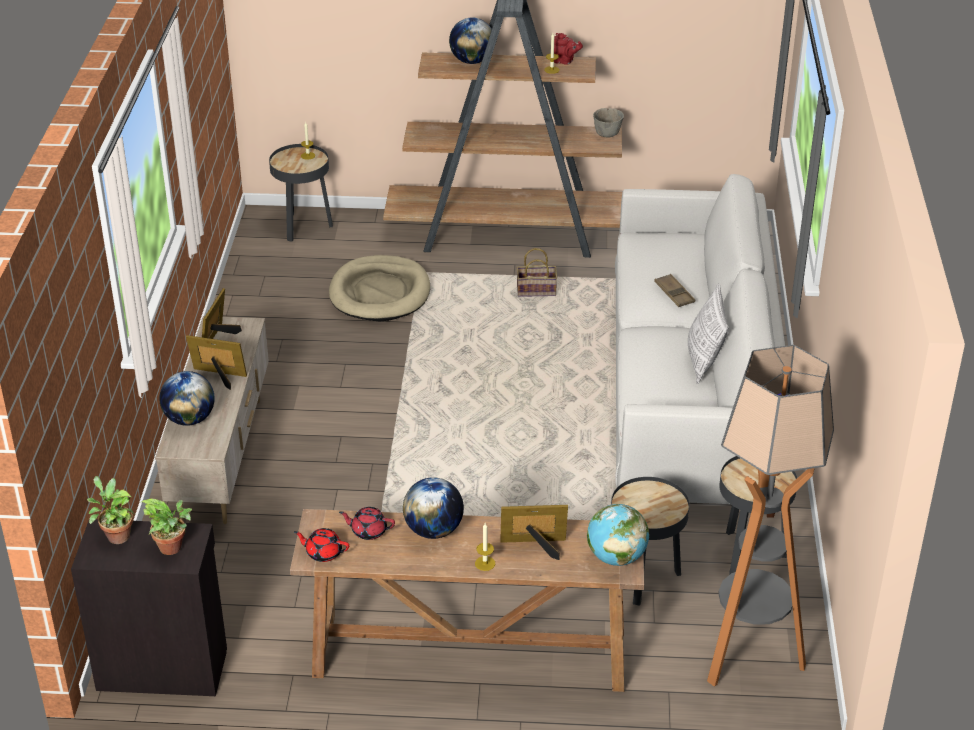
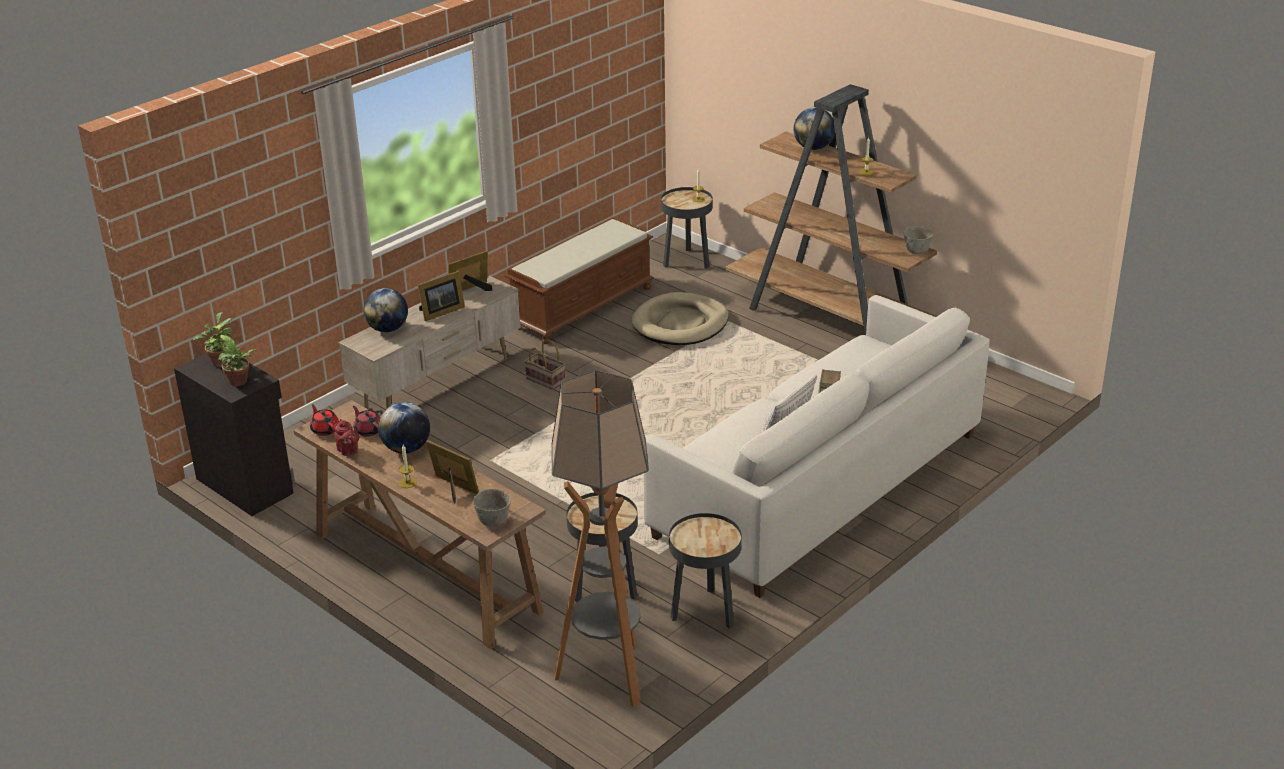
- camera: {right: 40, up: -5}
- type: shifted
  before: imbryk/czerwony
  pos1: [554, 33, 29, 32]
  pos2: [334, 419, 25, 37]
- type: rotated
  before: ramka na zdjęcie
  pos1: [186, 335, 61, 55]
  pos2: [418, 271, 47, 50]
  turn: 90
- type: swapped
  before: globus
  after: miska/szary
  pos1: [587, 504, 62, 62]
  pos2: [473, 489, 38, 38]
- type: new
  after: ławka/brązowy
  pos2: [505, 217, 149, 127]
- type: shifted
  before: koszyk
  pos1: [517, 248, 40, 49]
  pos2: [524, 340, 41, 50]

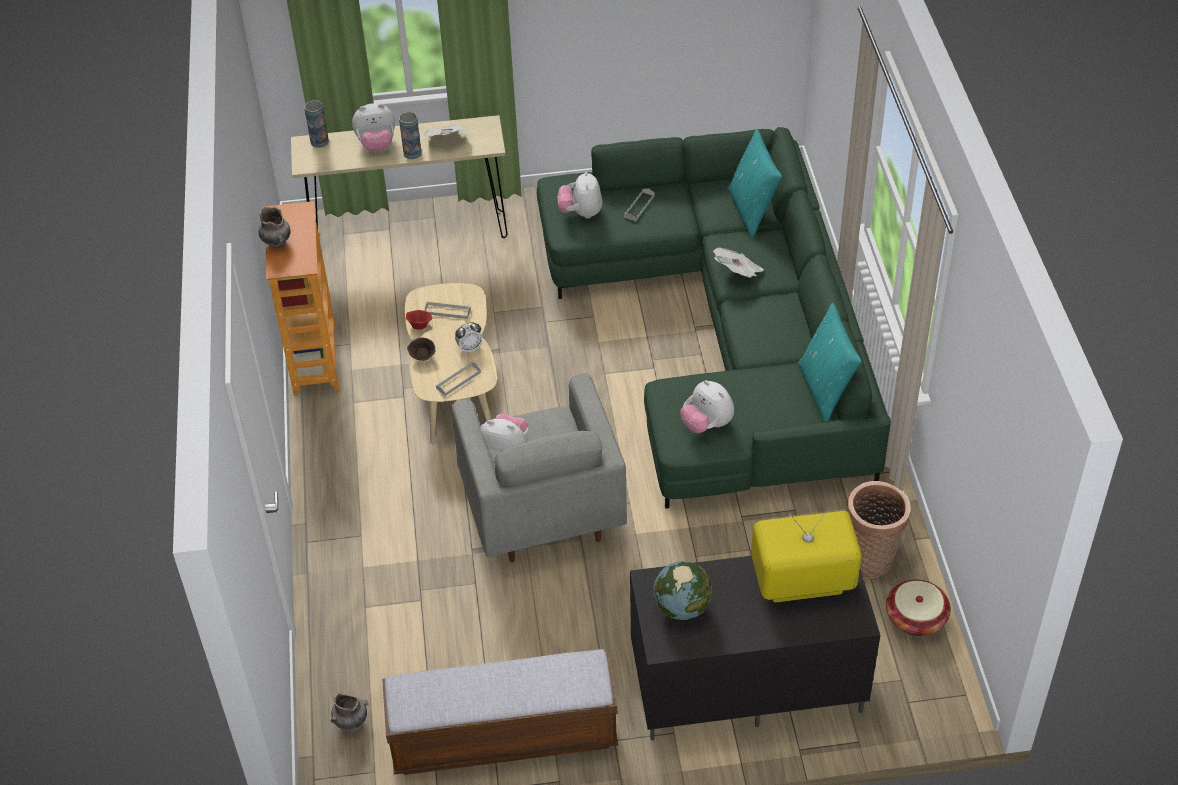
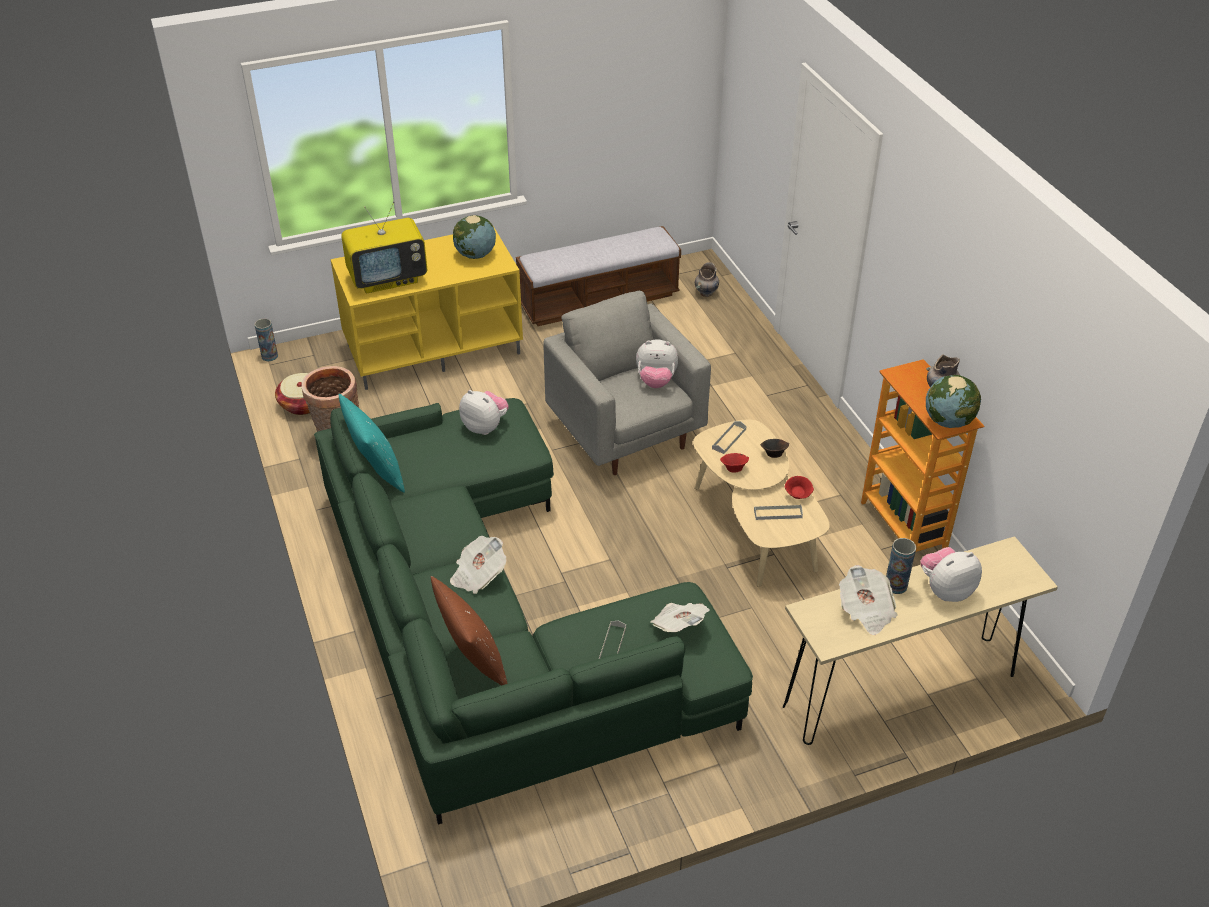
- camera: {right: 165, up: -5}
- type: shifted
  before: wazon
  pos1: [304, 100, 25, 48]
  pos2: [255, 319, 23, 42]
- type: repainted
  before: szafka pod telewizor/czarny
  after: szafka pod telewizor/żółty
  pos1: [630, 556, 250, 184]
  pos2: [331, 228, 192, 162]
- type: repainted
  before: poduszka/turkusowy
  after: poduszka/brązowy
  pos1: [728, 129, 54, 109]
  pos2: [431, 576, 77, 110]
- type: swapped
  before: pluszak
  after: gazeta
  pos1: [558, 171, 44, 48]
  pos2: [650, 603, 60, 29]
- type: swapped
  before: budzik
  after: miska/czerwony
  pos1: [455, 322, 28, 31]
  pos2: [720, 453, 29, 20]
- type: new
  after: globus
  pos2: [926, 375, 55, 53]

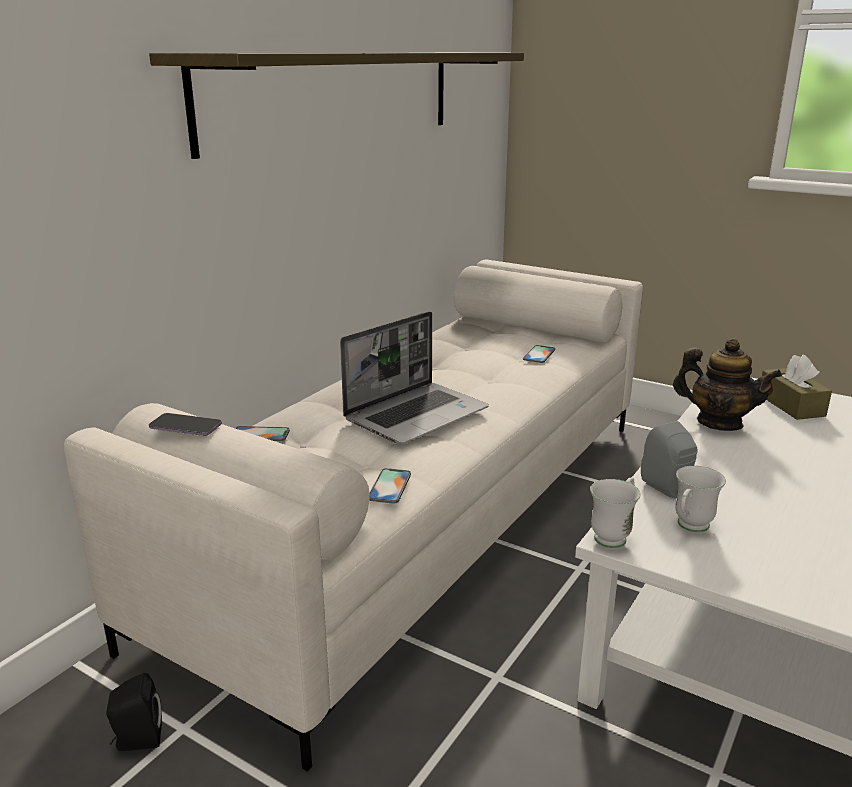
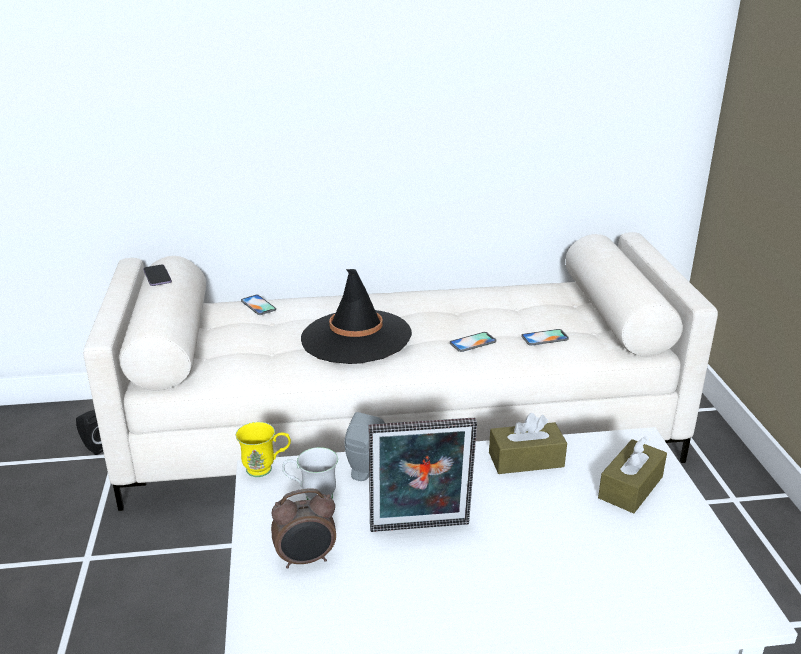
- camera: {right: 50, up: 5}
- type: repainted
  before: kubek/biały
  after: kubek/żółty
  pos1: [590, 477, 51, 71]
  pos2: [236, 422, 55, 55]
- type: new
  after: budzik
  pos2: [271, 488, 65, 81]
- type: swapped
  before: laptop
  after: kapelusz/czarny
  pos1: [340, 311, 149, 133]
  pos2: [301, 269, 111, 95]
- type: new
  after: ramka na zdjęcie
  pos2: [368, 418, 109, 114]
- type: shifted
  before: telefon
  pos1: [369, 468, 42, 36]
  pos2: [450, 332, 46, 20]
- type: swapped
  before: imbryk
  after: pudełko chusteczek/brązowy
  pos1: [673, 338, 109, 93]
  pos2: [489, 413, 78, 61]
- type: gone
  before: półka
  pos1: [149, 53, 375, 106]

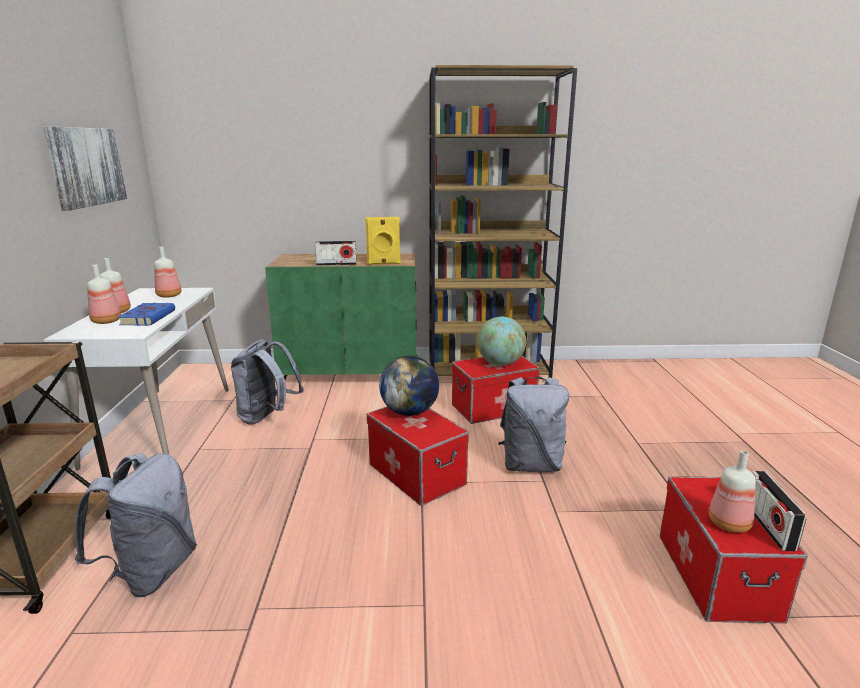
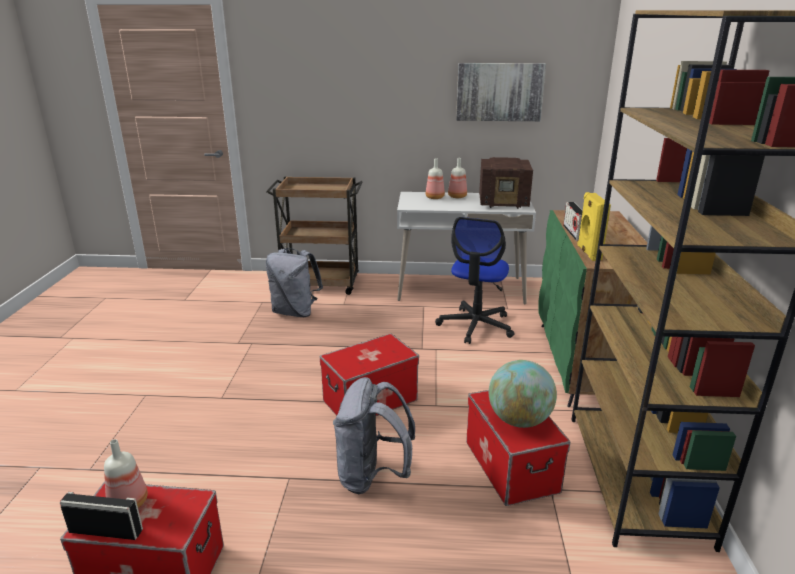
- camera: {right: 95, up: 5}
- type: swapped
  before: plecak/szary
  after: krzesło biurowe
  pos1: [231, 339, 73, 86]
  pos2: [435, 217, 80, 127]
- type: swapped
  before: butelka
  after: radio
  pos1: [154, 247, 28, 51]
  pos2: [479, 157, 54, 52]
- type: gone
  before: książka/niebieski
  pos1: [117, 303, 58, 23]
- type: gone
  before: globus
  pos1: [379, 356, 60, 60]

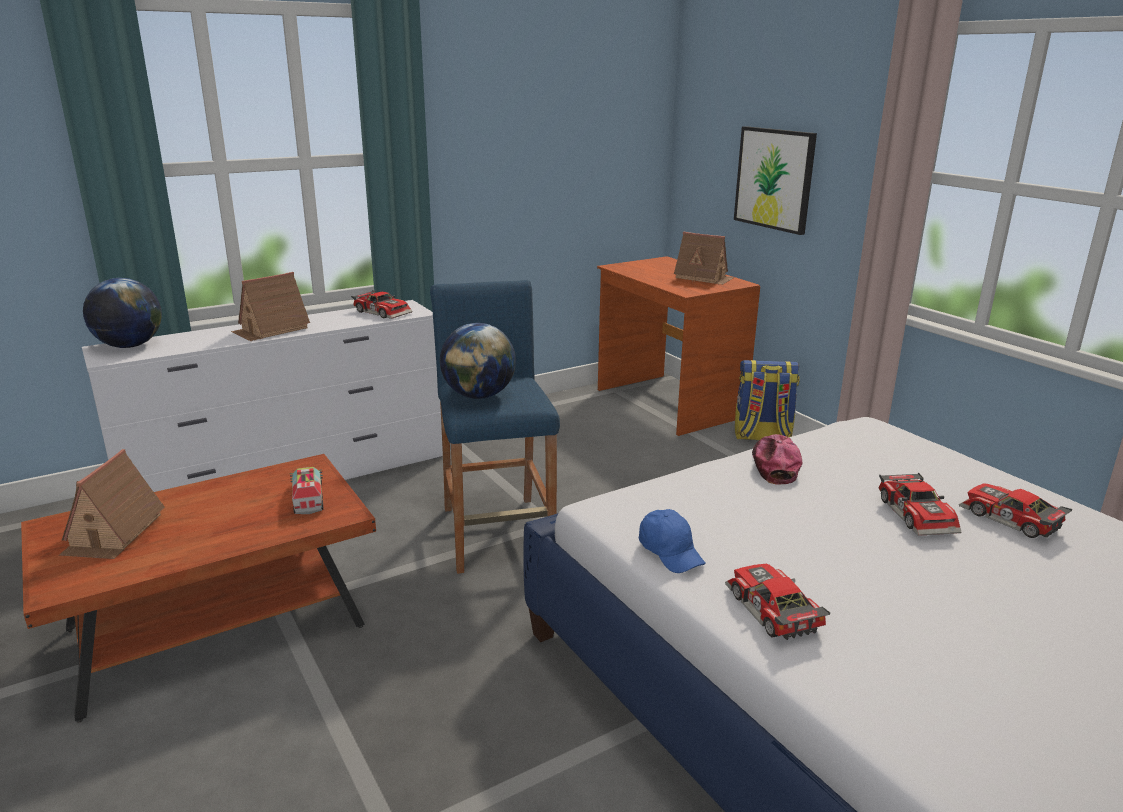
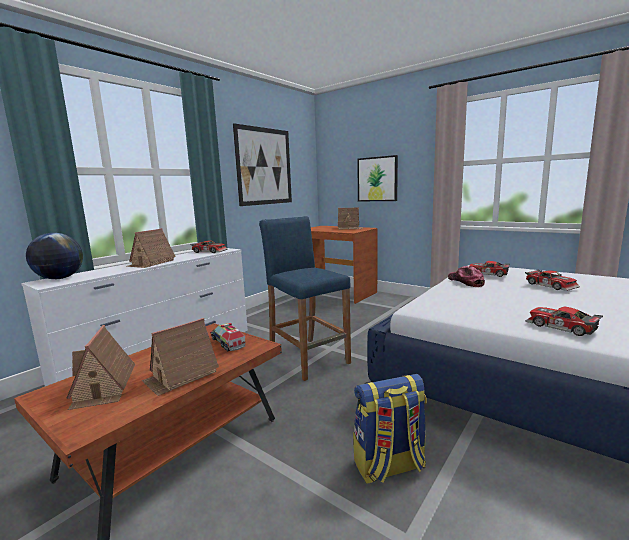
- camera: {right: -20, up: -10}
- type: new
  after: domek
  pos2: [142, 318, 77, 78]
- type: new
  after: obraz
  pos2: [233, 123, 59, 83]
- type: shifted
  before: plecak
  pos1: [735, 360, 64, 80]
  pos2: [353, 374, 74, 110]
- type: shifted
  before: samochodzik
  pos1: [959, 483, 113, 55]
  pos2: [469, 261, 41, 16]
- type: gone
  before: globus
  pos1: [440, 323, 76, 76]
- type: gone
  before: czapka z daszkiem/niebieski
  pos1: [639, 509, 67, 64]

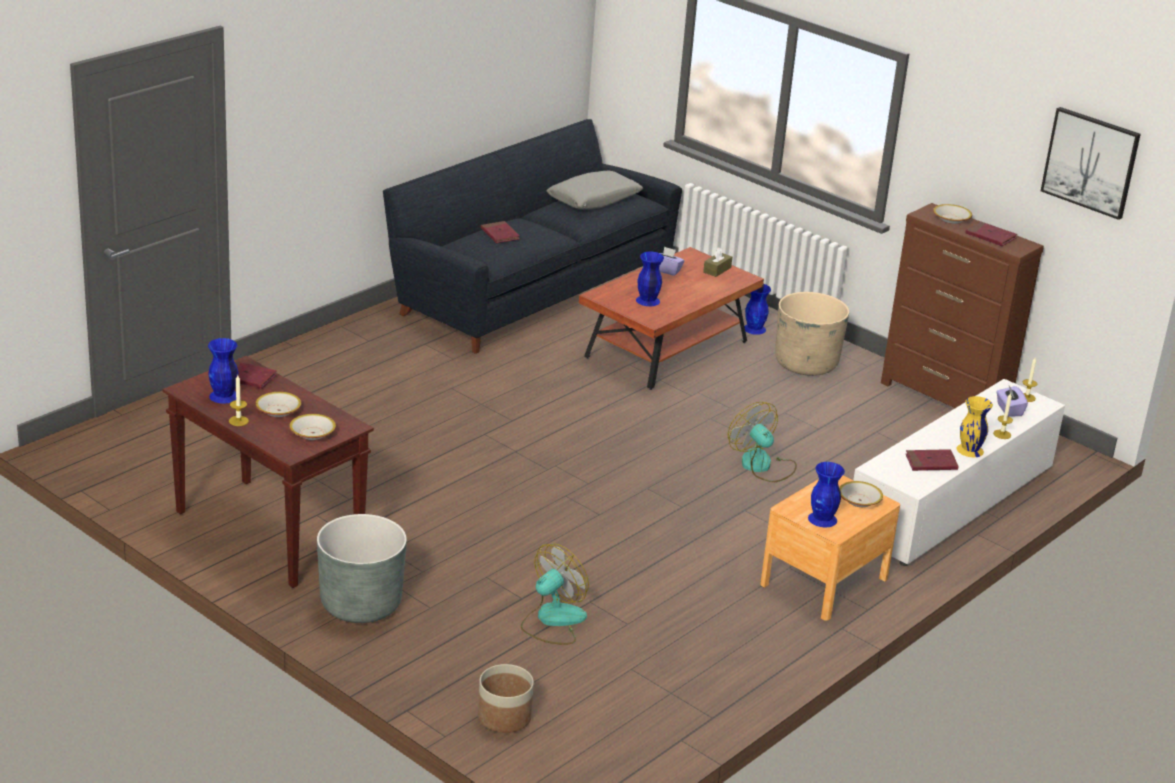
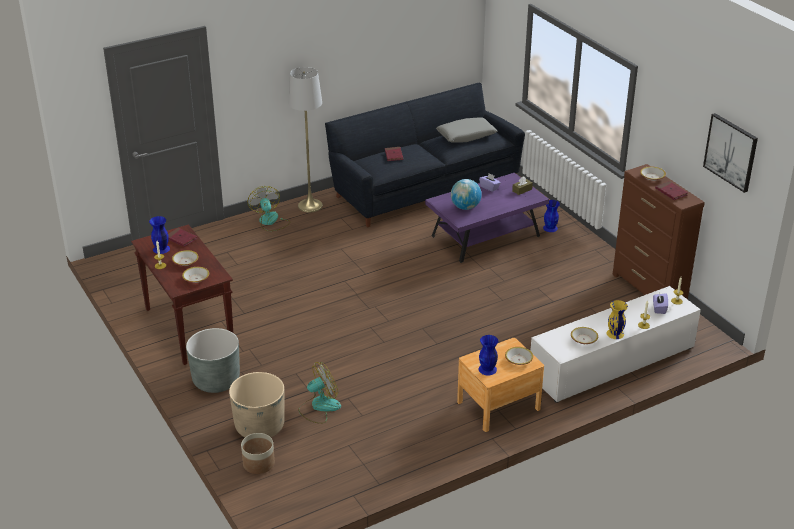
- camera: {right: 20, up: 5}
- type: shifted
  before: donica/beżowy
  pos1: [775, 292, 74, 84]
  pos2: [229, 372, 56, 65]
- type: shifted
  before: wentylator
  pos1: [728, 402, 69, 80]
  pos2: [248, 186, 42, 45]
- type: new
  after: lampa stojąca/szary
  pos2: [288, 67, 35, 145]
- type: repainted
  before: ława/brązowy
  after: ława/fioletowy
  pos1: [579, 247, 185, 143]
  pos2: [425, 173, 124, 90]
- type: swapped
  before: wazon/niebieski
  after: globus
  pos1: [636, 252, 28, 54]
  pos2: [451, 179, 31, 31]
- type: swapped
  before: książka/czerwony
  after: miska
  pos1: [906, 449, 53, 22]
  pos2: [571, 327, 27, 17]

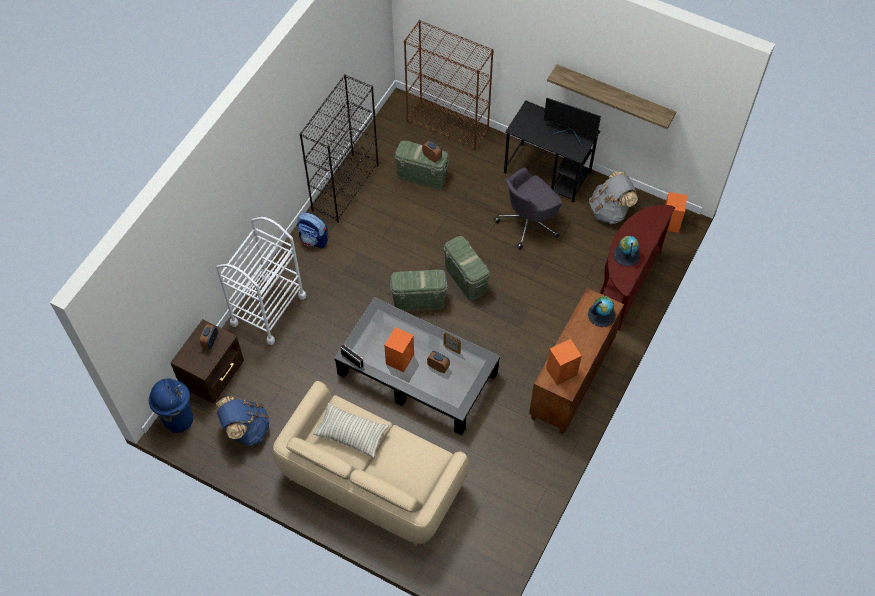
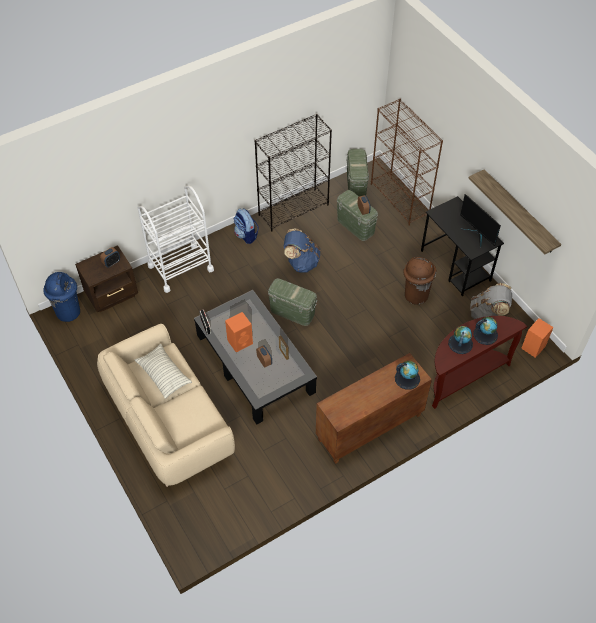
- camera: {right: 30, up: -5}
- type: shifted
  before: plecak/niebieski
  pos1: [216, 396, 54, 50]
  pos2: [284, 228, 37, 45]
- type: shifted
  before: pojemnik do przechowywania/zielony
  pos1: [444, 236, 46, 65]
  pos2: [347, 149, 22, 48]
- type: swapped
  before: krzesło biurowe/szary
  after: kosz na śmieci/brązowy
  pos1: [494, 167, 68, 82]
  pos2: [403, 257, 34, 48]
- type: new
  after: globus
  pos2: [473, 317, 25, 28]
- type: gone
  before: głośnik/pomarańczowy
  pos1: [546, 339, 36, 46]

